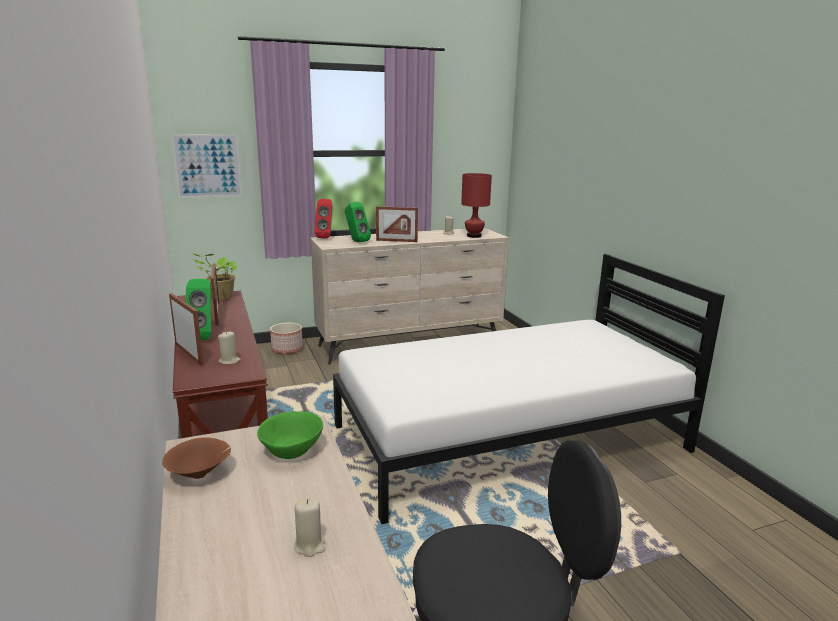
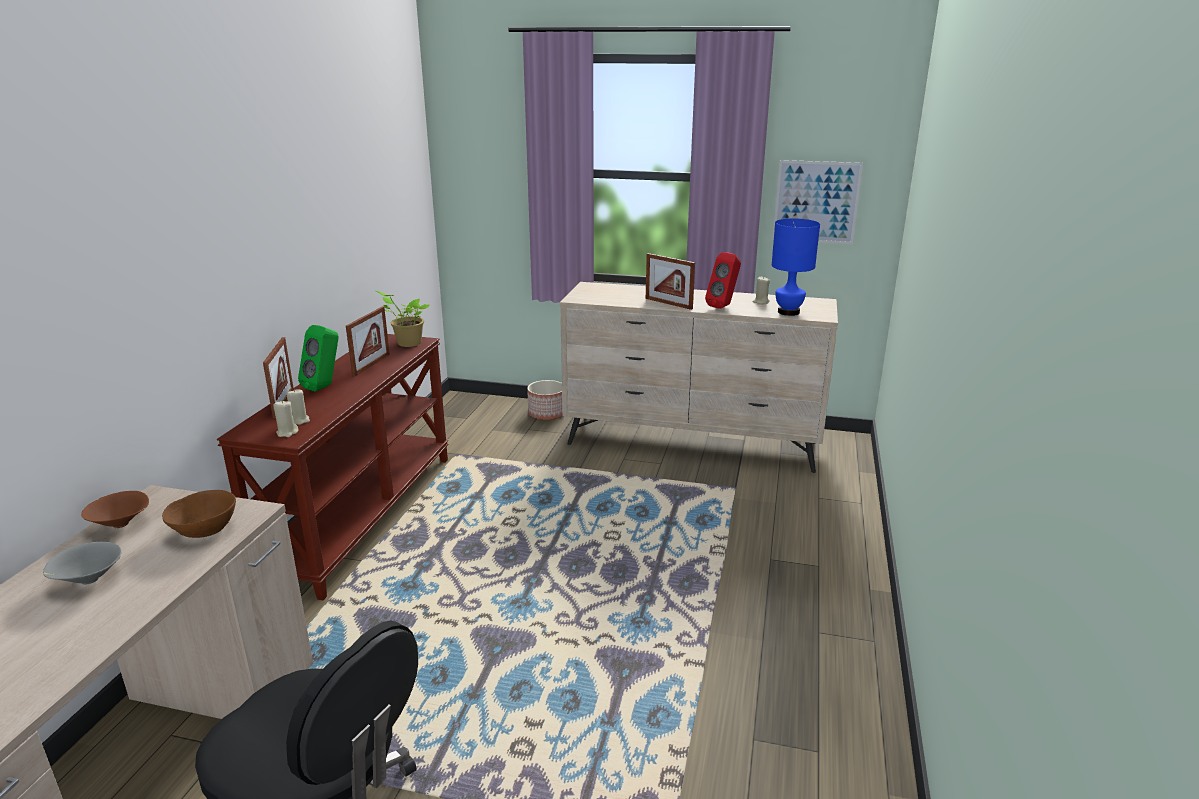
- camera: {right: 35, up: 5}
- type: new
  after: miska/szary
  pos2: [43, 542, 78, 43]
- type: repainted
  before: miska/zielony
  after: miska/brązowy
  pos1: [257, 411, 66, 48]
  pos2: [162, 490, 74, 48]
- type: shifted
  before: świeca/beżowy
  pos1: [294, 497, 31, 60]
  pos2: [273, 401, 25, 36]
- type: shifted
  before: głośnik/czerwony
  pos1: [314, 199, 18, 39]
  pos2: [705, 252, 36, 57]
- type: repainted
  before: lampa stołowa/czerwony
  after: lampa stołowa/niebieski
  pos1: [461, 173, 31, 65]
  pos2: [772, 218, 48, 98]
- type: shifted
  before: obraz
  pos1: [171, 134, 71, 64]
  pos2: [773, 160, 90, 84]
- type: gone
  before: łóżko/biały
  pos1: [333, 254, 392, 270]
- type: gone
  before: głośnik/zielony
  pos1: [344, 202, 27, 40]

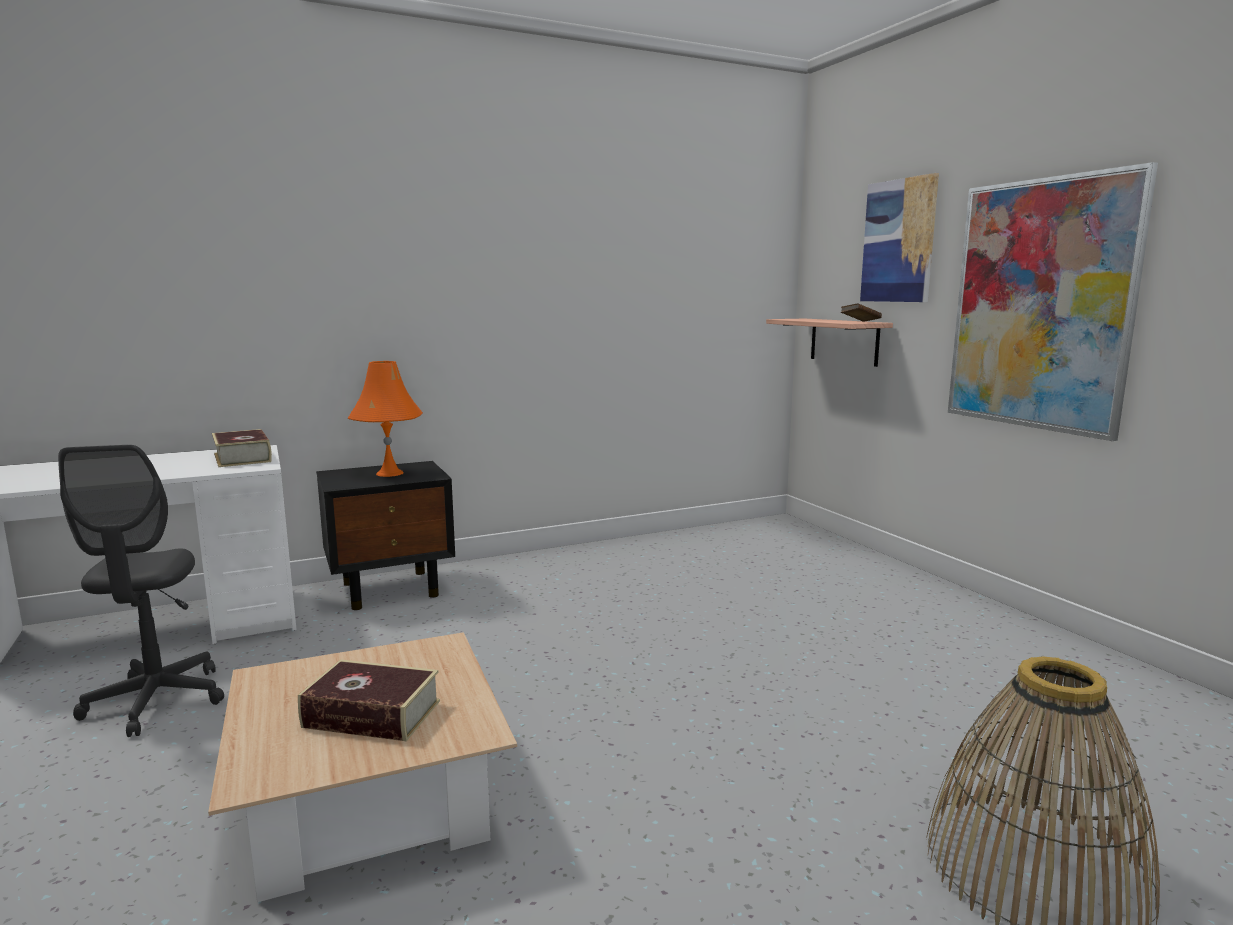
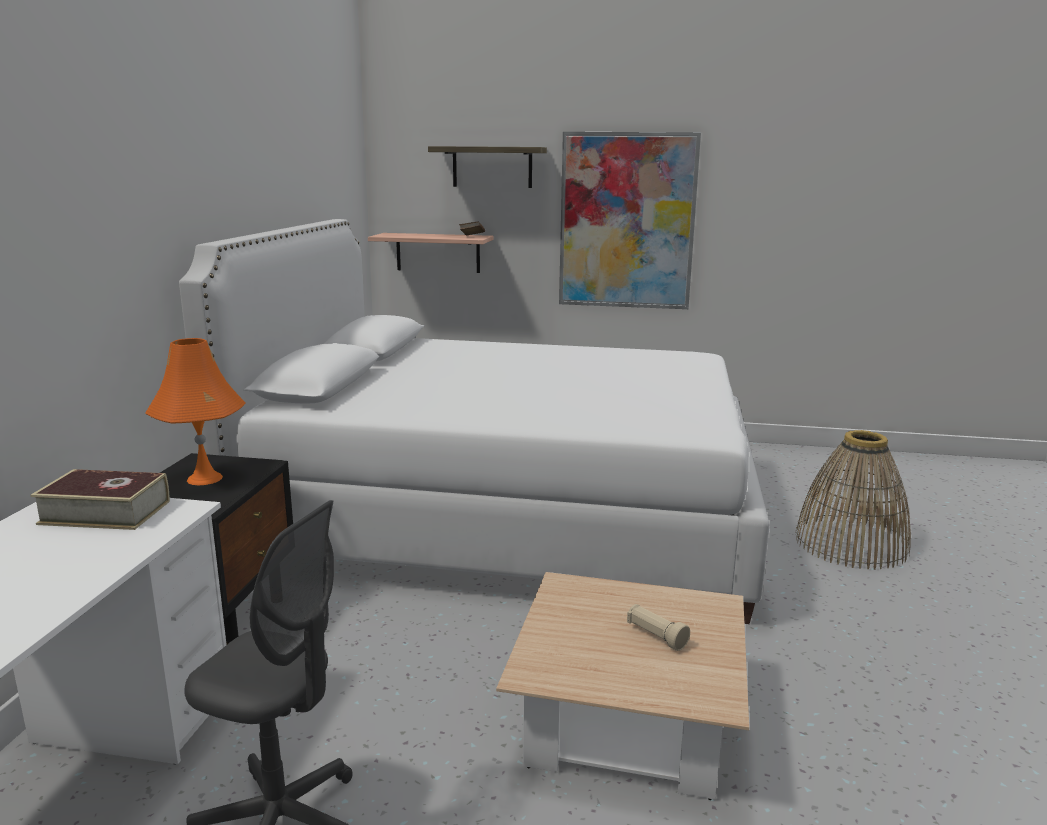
- camera: {right: -55, up: 5}
- type: new
  after: łóżko/biały
  pos2: [179, 219, 591, 405]
- type: swapped
  before: obraz
  after: półka
  pos1: [860, 173, 79, 129]
  pos2: [428, 146, 119, 42]
- type: swapped
  before: książka
  after: latarka/beżowy
  pos1: [298, 659, 142, 82]
  pos2: [627, 604, 63, 47]

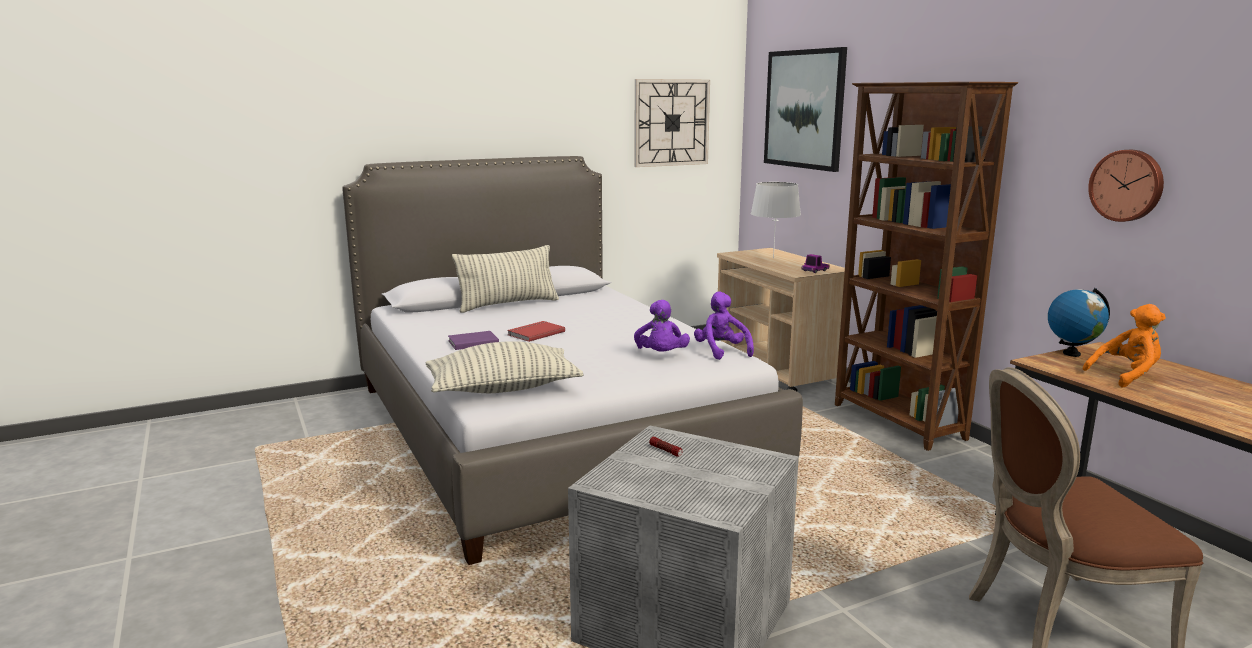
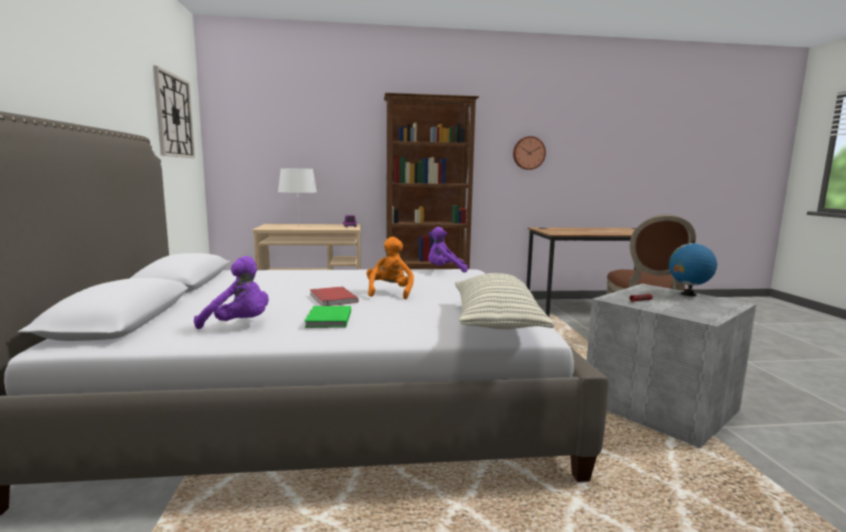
- camera: {right: -70, up: -5}
- type: shifted
  before: pluszak/fioletowy
  pos1: [634, 300, 56, 52]
  pos2: [194, 256, 75, 73]
- type: repainted
  before: książka/fioletowy
  after: książka/zielony
  pos1: [448, 331, 51, 19]
  pos2: [304, 306, 47, 22]
- type: shifted
  before: pluszak/pomarańczowy
  pos1: [1083, 304, 83, 83]
  pos2: [367, 237, 47, 62]
- type: shifted
  before: globus
  pos1: [1048, 288, 62, 69]
  pos2: [669, 241, 48, 55]
- type: gone
  before: poduszka
  pos1: [452, 245, 107, 68]
- type: gone
  before: obraz
  pos1: [764, 47, 83, 125]

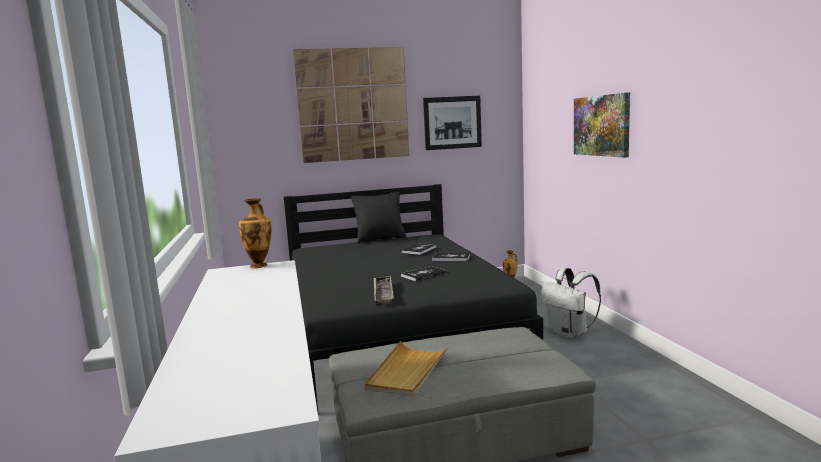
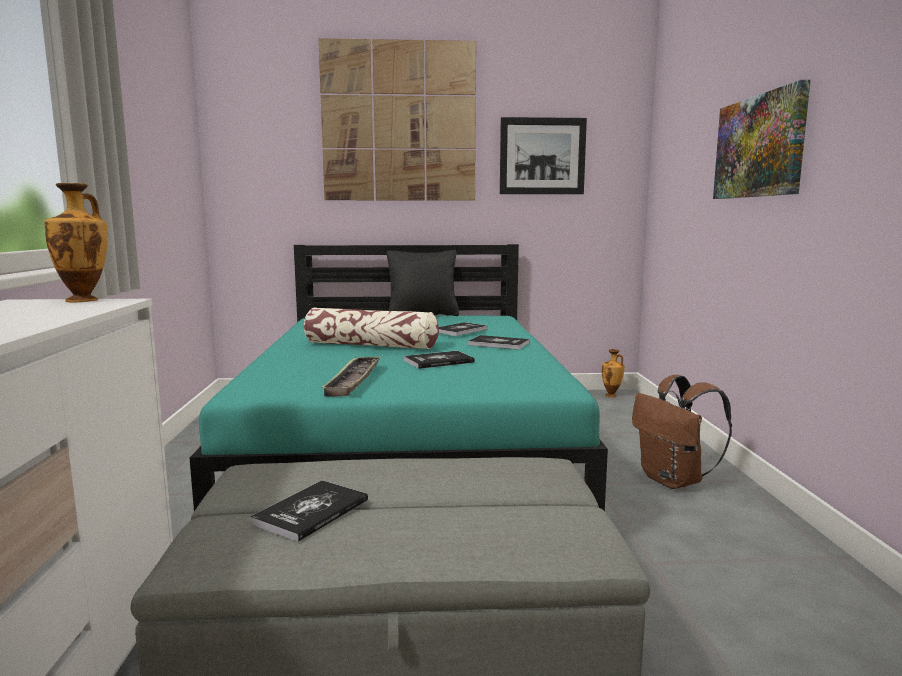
- camera: {right: 10, up: 0}
- type: repainted
  before: łóżko/czarny
  after: łóżko/turkusowy
  pos1: [284, 184, 259, 227]
  pos2: [190, 244, 418, 267]
- type: swapped
  before: taca/beżowy
  after: książka
  pos1: [365, 341, 84, 56]
  pos2: [250, 480, 118, 62]
- type: new
  after: poduszka
  pos2: [304, 307, 135, 42]
- type: repainted
  before: plecak/biały
  after: plecak/brązowy
  pos1: [541, 268, 60, 70]
  pos2: [632, 375, 100, 114]

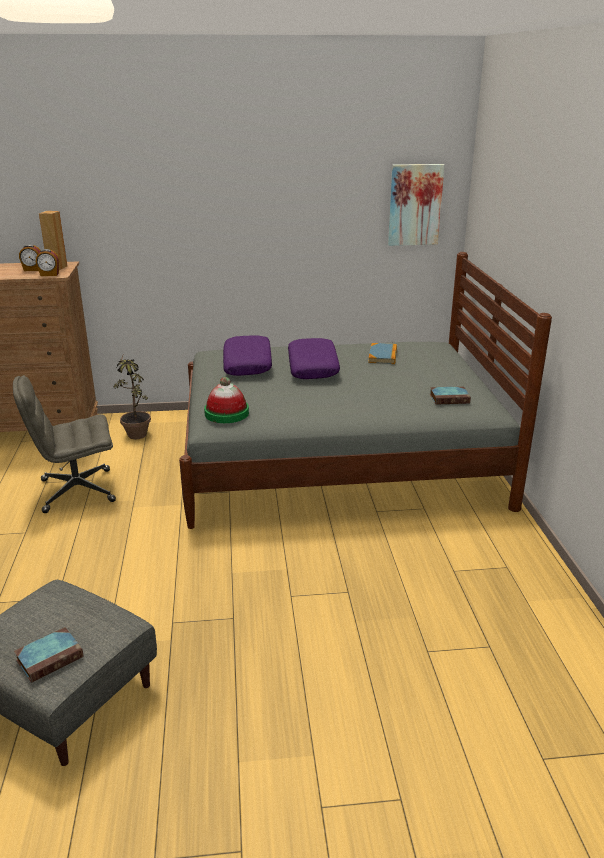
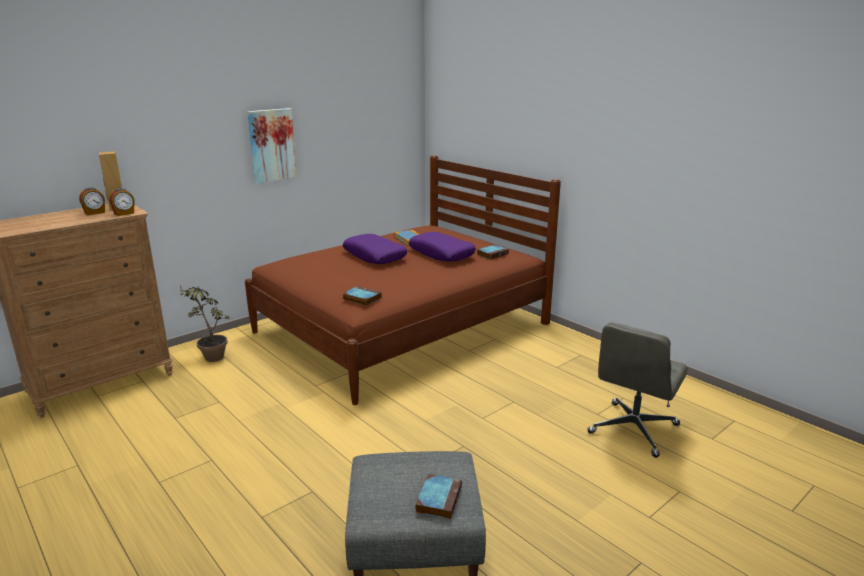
- camera: {right: -35, up: -5}
- type: repainted
  before: łóżko/szary
  after: łóżko/brązowy
  pos1: [179, 252, 373, 277]
  pos2: [245, 155, 316, 250]
- type: shifted
  before: obraz
  pos1: [388, 164, 56, 82]
  pos2: [247, 108, 50, 75]
- type: swapped
  before: kapelusz
  after: książka
  pos1: [204, 377, 45, 46]
  pos2: [343, 286, 39, 20]
- type: shifted
  before: poduszka/fioletowy
  pos1: [223, 336, 49, 40]
  pos2: [409, 232, 67, 30]
- type: shifted
  before: krzesło biurowe/szary
  pos1: [13, 375, 103, 138]
  pos2: [587, 322, 101, 136]

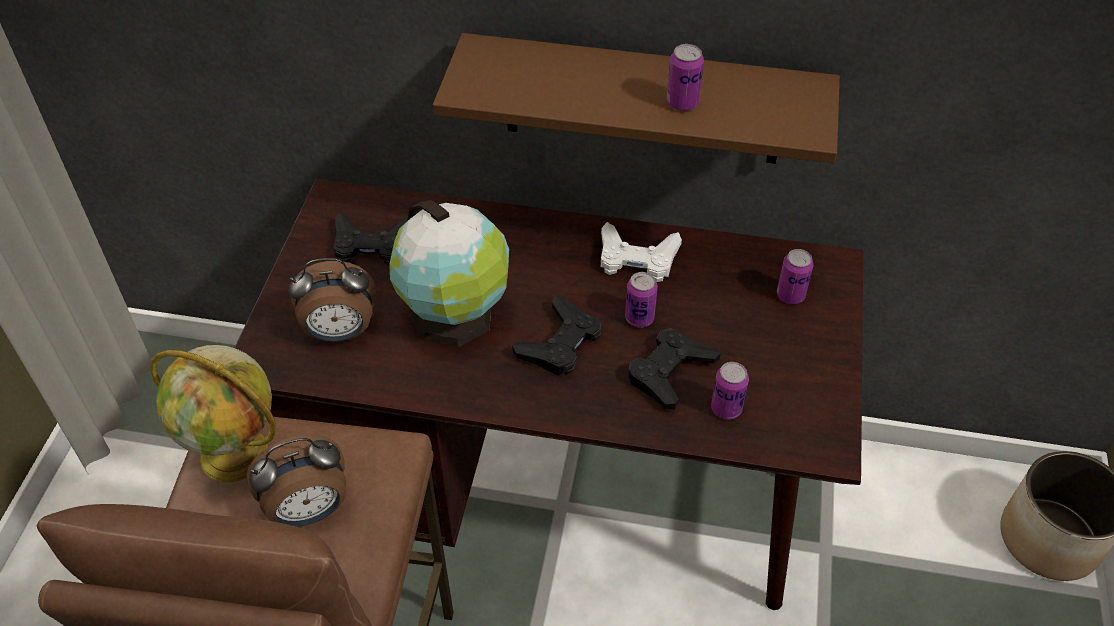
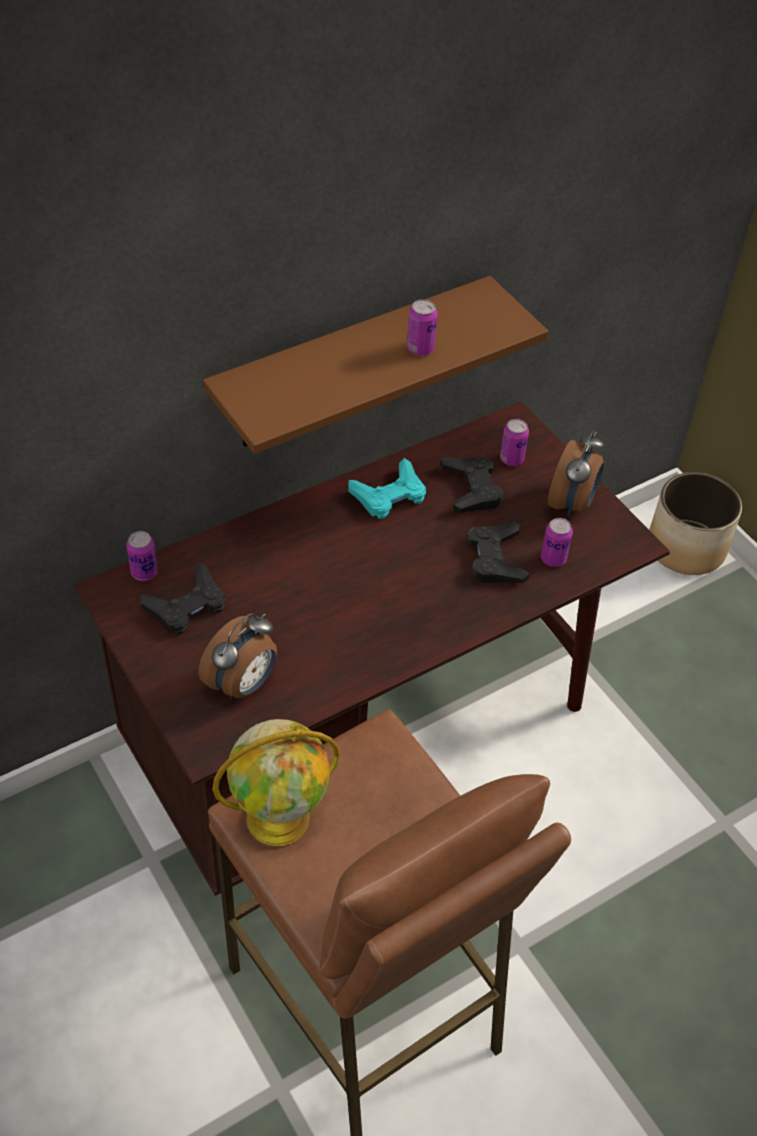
- camera: {right: -45, up: 0}
- type: shifted
  before: puszka
  pos1: [625, 272, 33, 56]
  pos2: [126, 531, 32, 50]
- type: repainted
  before: pad do gier/biały
  after: pad do gier/turkusowy
  pos1: [601, 222, 81, 60]
  pos2: [348, 458, 78, 61]
- type: shifted
  before: pad do gier/czarny
  pos1: [512, 295, 89, 81]
  pos2: [440, 457, 63, 56]
- type: shifted
  before: budzik
  pos1: [246, 434, 100, 93]
  pos2: [548, 431, 56, 86]
- type: gone
  before: globus
  pos1: [389, 200, 120, 148]

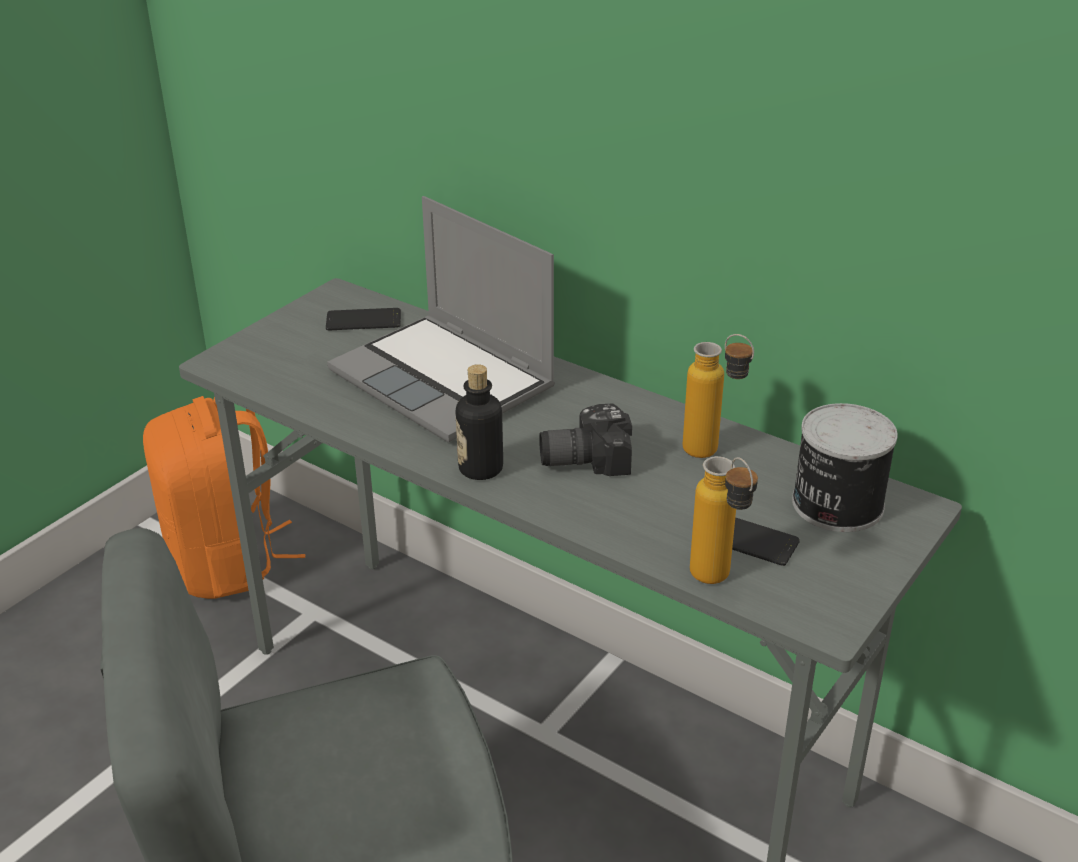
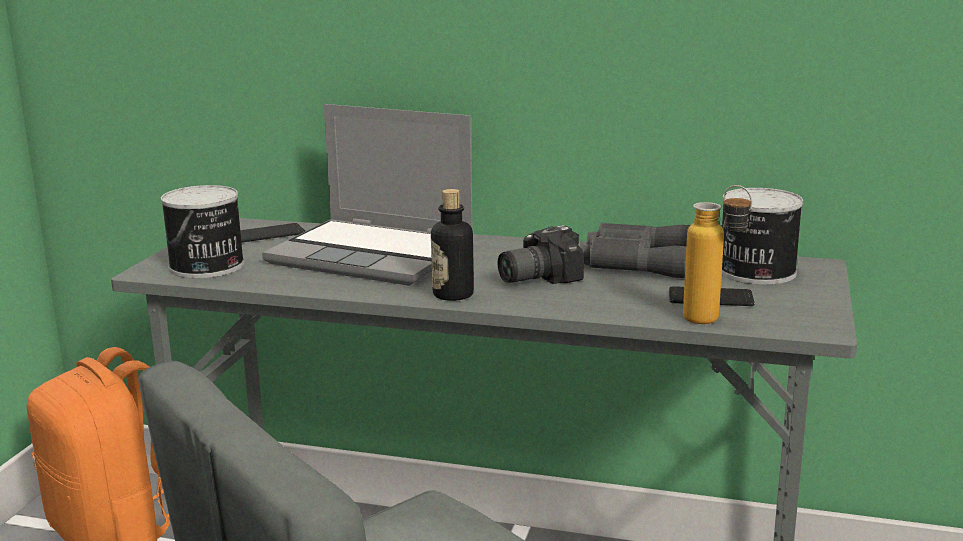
- camera: {right: -20, up: -15}
- type: new
  after: puszka
  pos2: [161, 185, 83, 93]
- type: swapped
  before: butelka
  after: lornetka/szary
  pos1: [683, 334, 71, 124]
  pos2: [581, 223, 109, 55]

